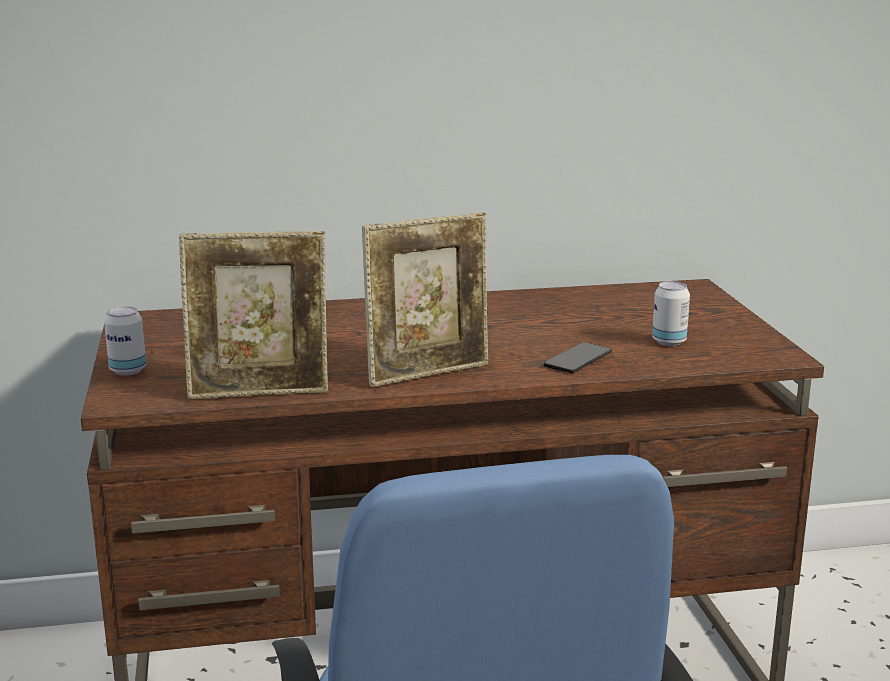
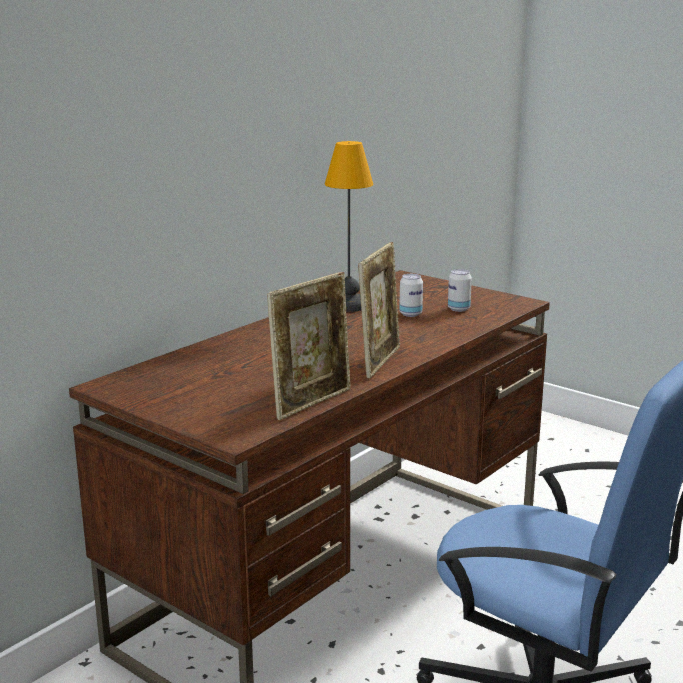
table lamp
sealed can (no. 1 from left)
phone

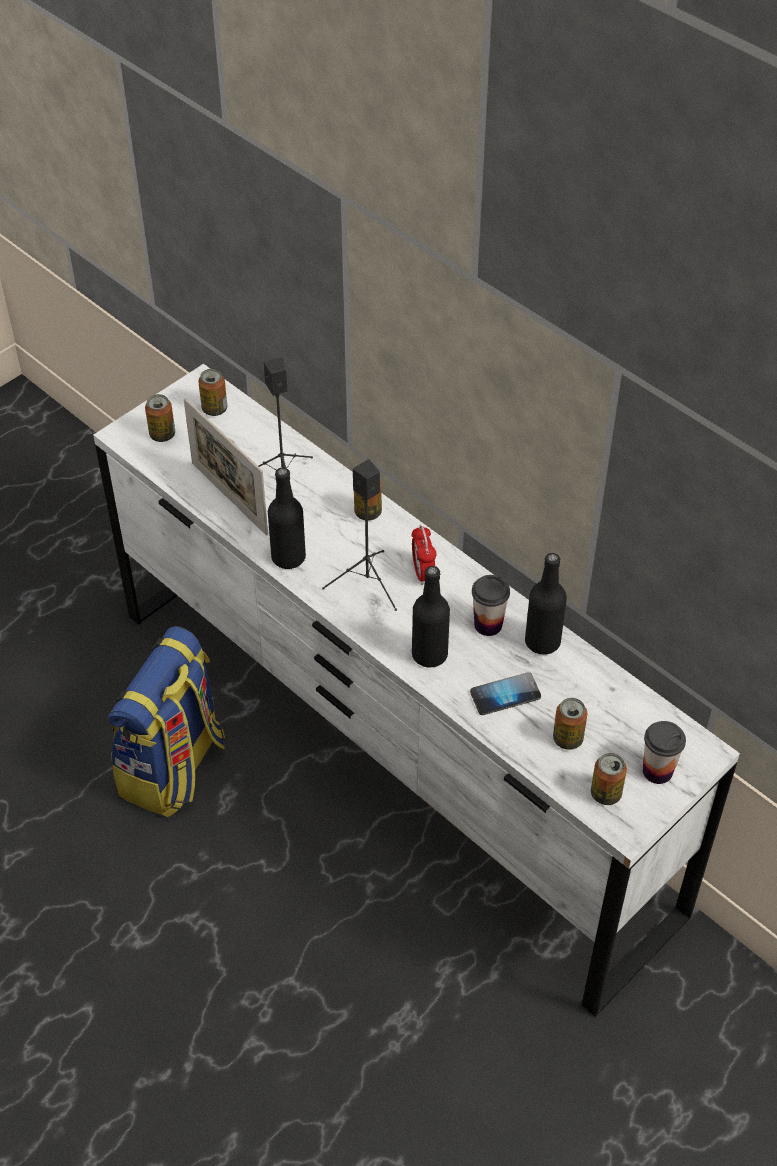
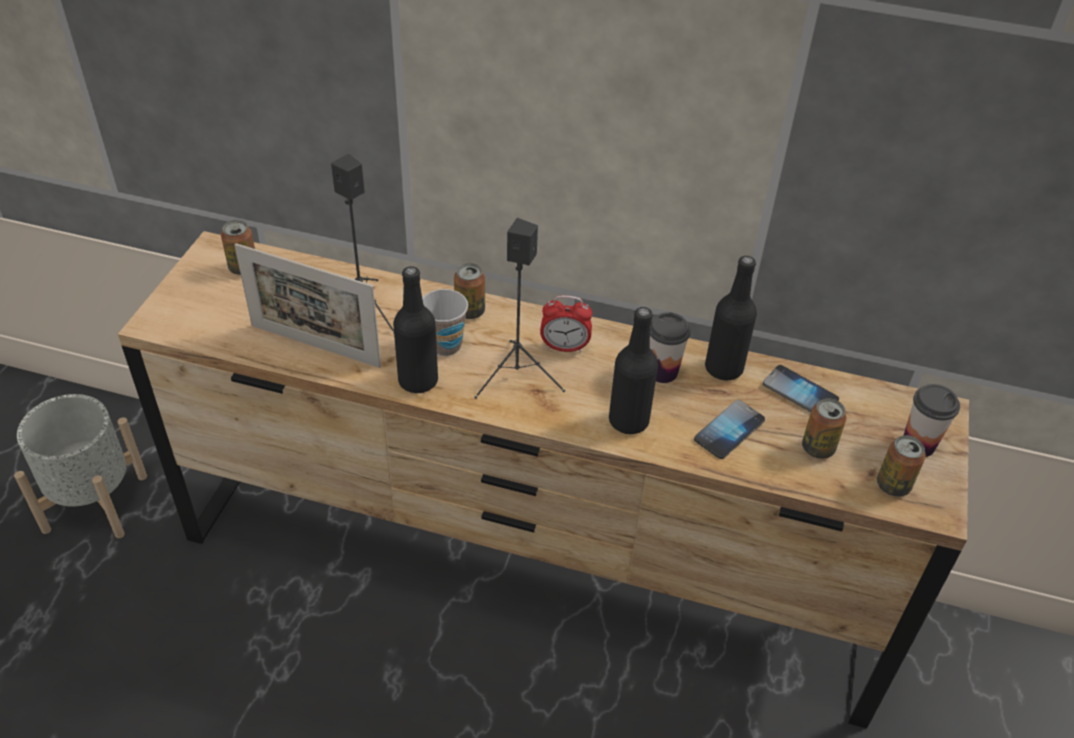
gray plant pot
brown-coloured chest of drawers
small cup (no. 1 from left)
table clock
phone (no. 2 from left)
knapsack
sealed can (no. 1 from left in the first image)

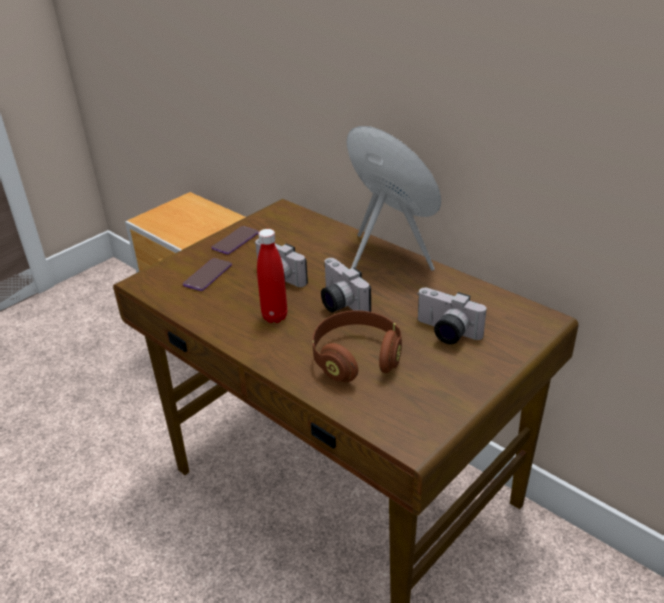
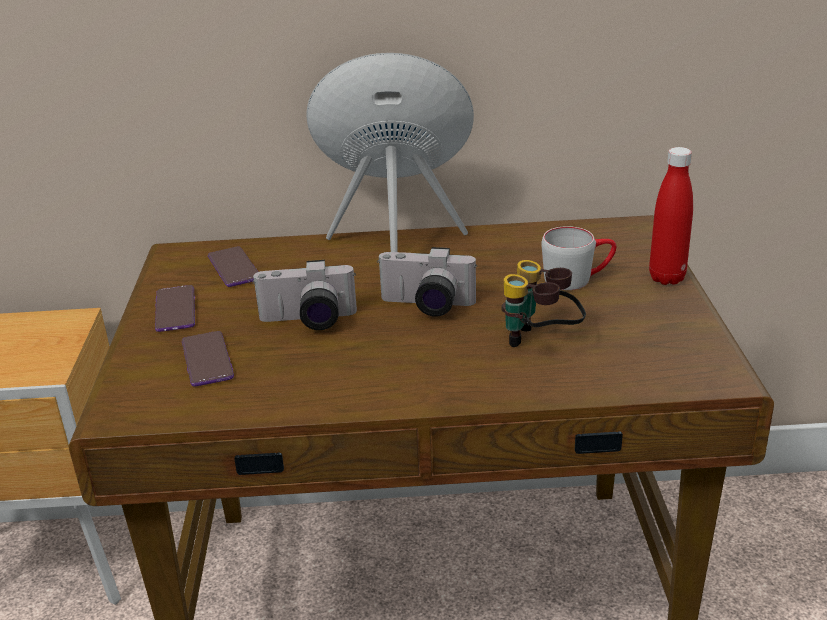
phone (no. 3 from left)
pair of binoculars
gray coffee mug
reddish drink bottle

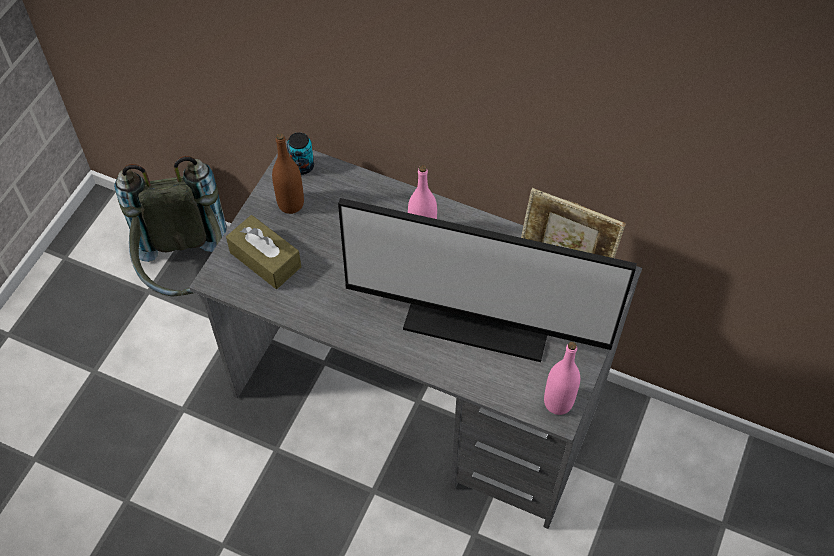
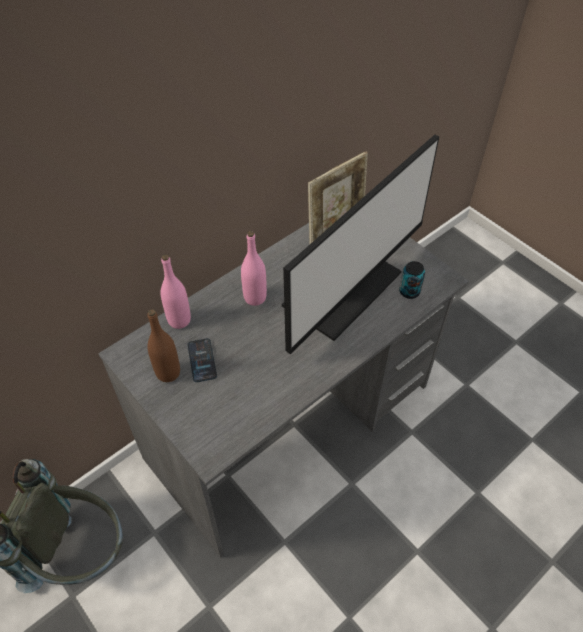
pink-coloured drink bottle (no. 1 from left)
phone
sealed can
brown-coloured tissue holder

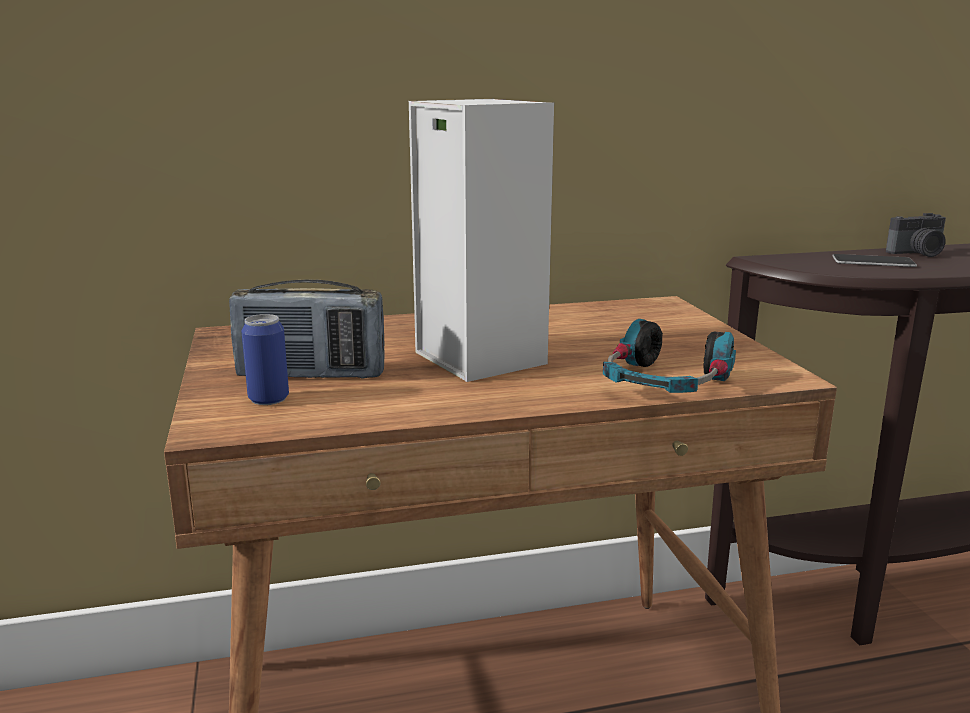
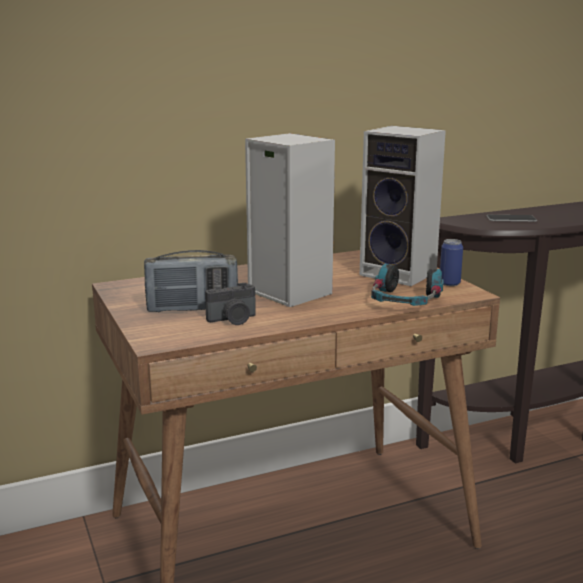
still camera
audio speaker (no. 2 from left)
sealed can

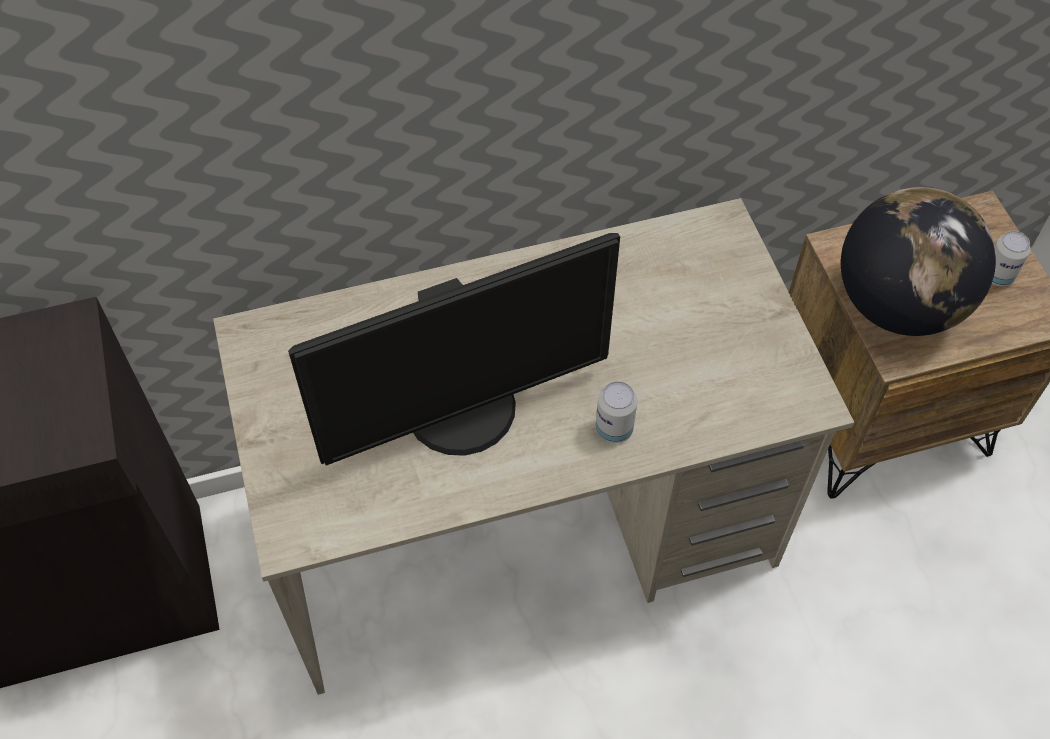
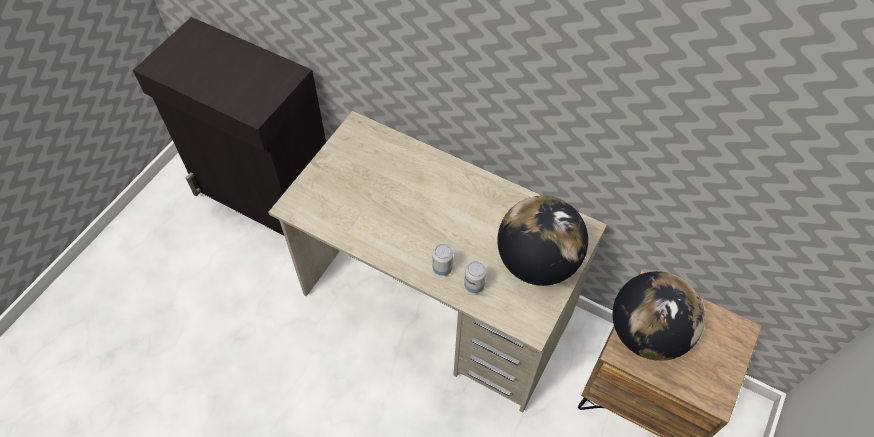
sealed can (no. 2 from left)
globe (no. 1 from left)
computer display

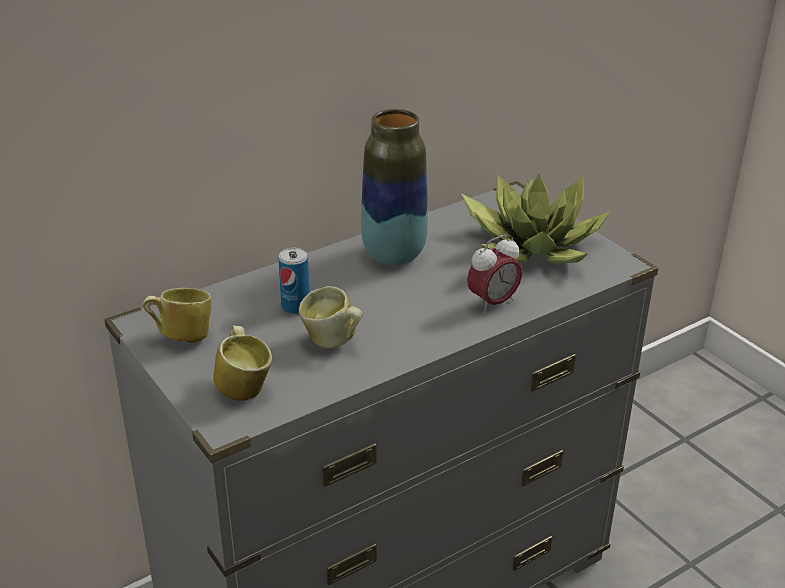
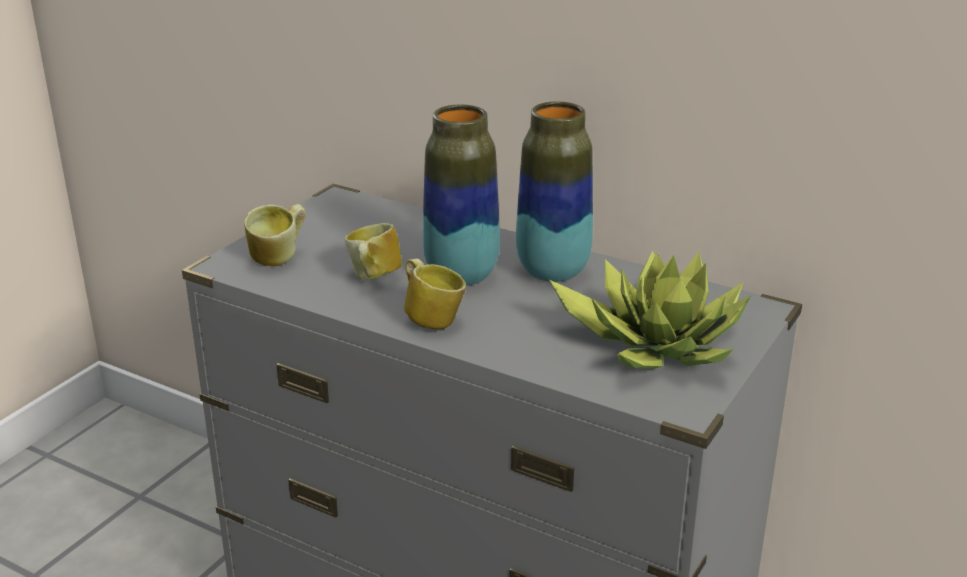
coffee mug (no. 3 from left)
flower vase (no. 1 from left)
sealed can
table clock

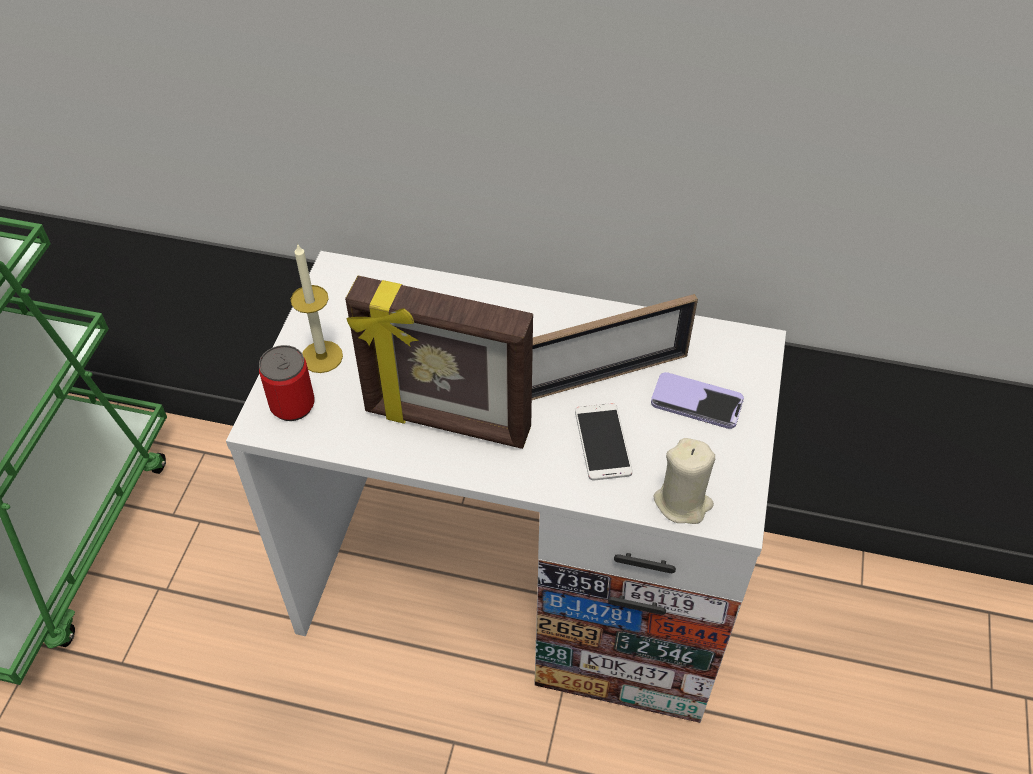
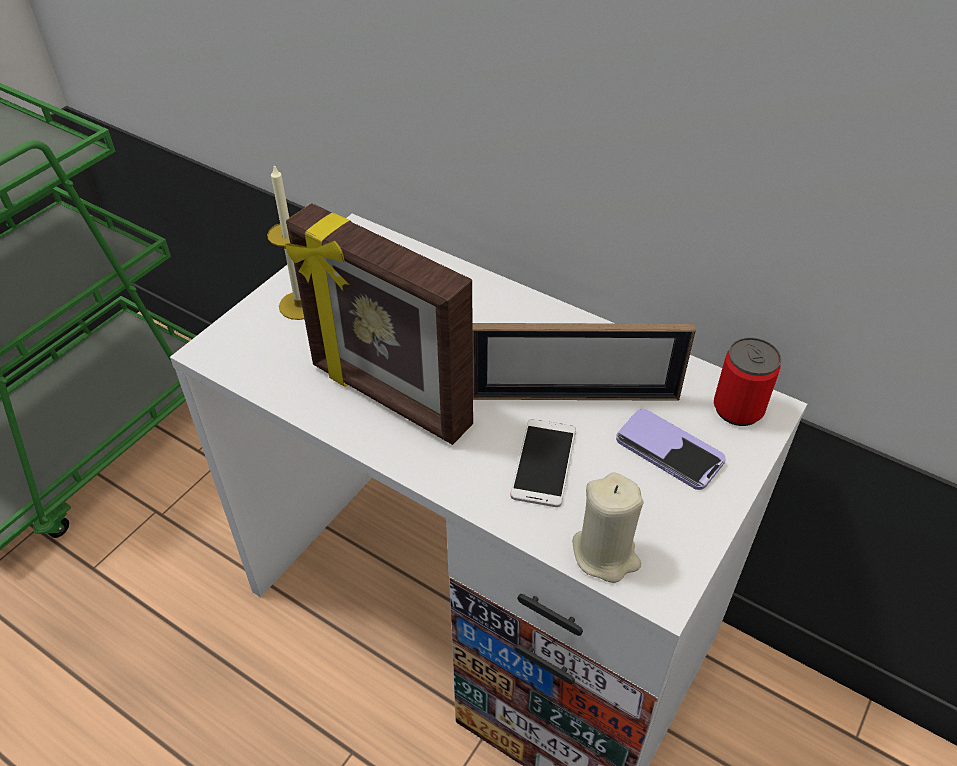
sealed can

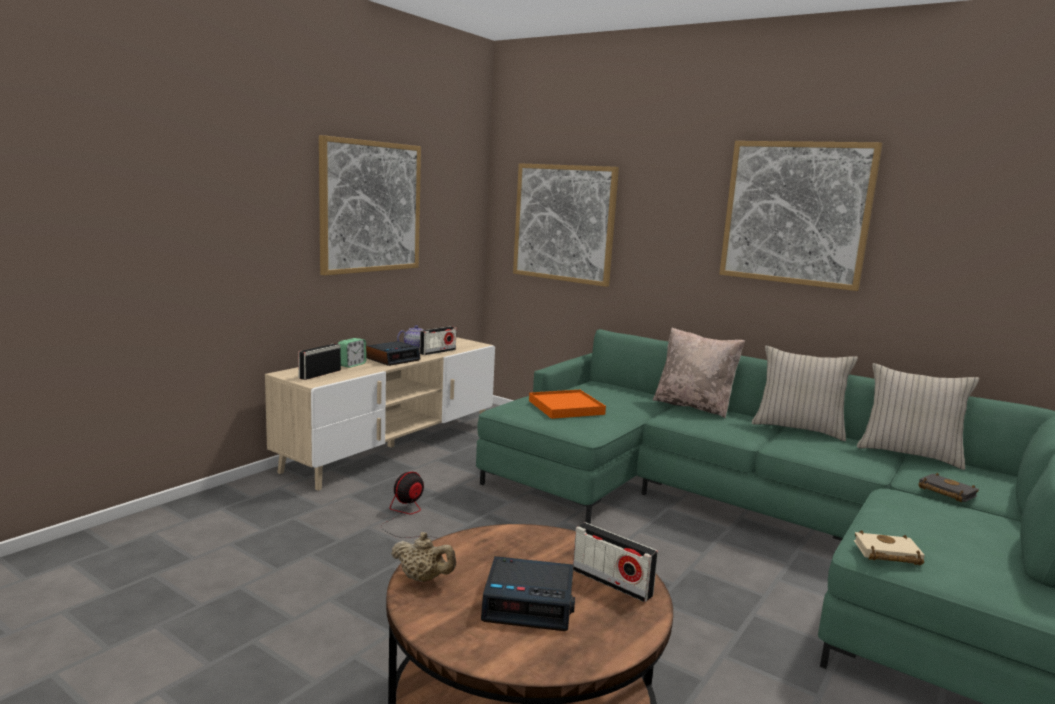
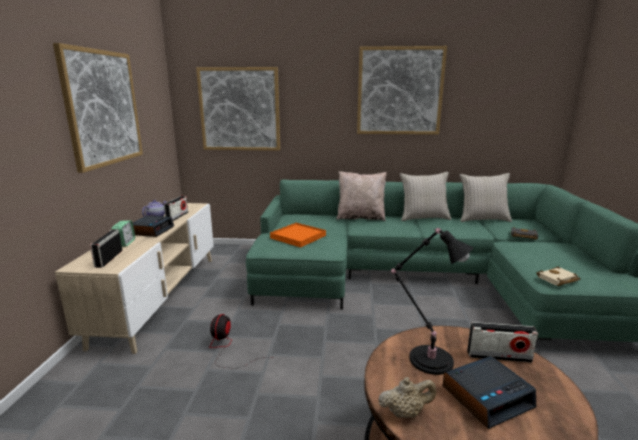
black-coloured table lamp

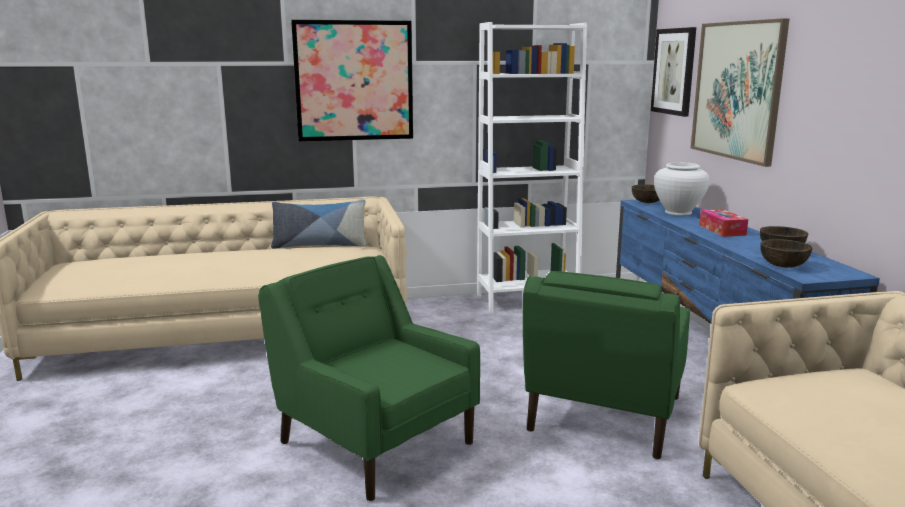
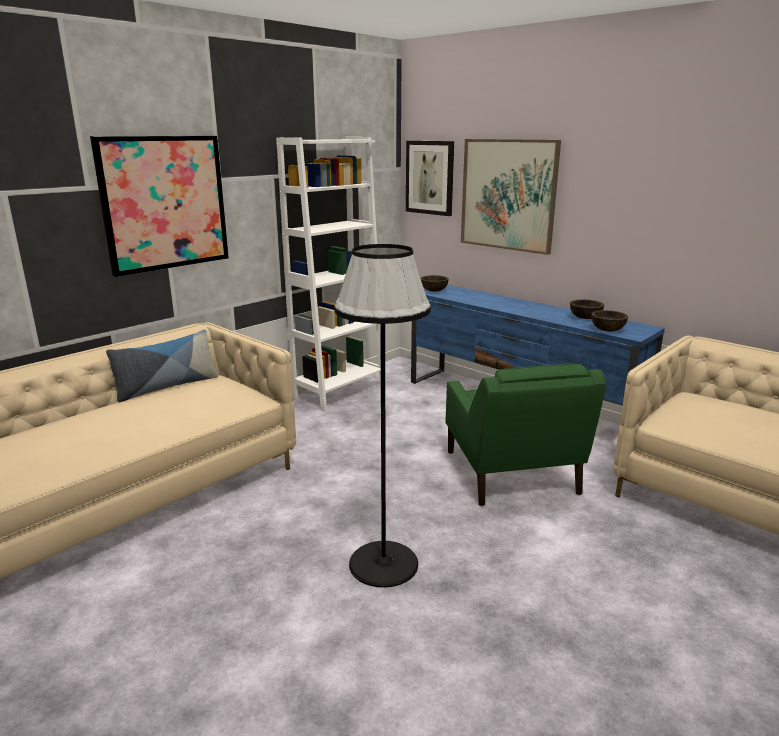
black-coloured standing lamp
white-coloured flower vase
tissue holder

